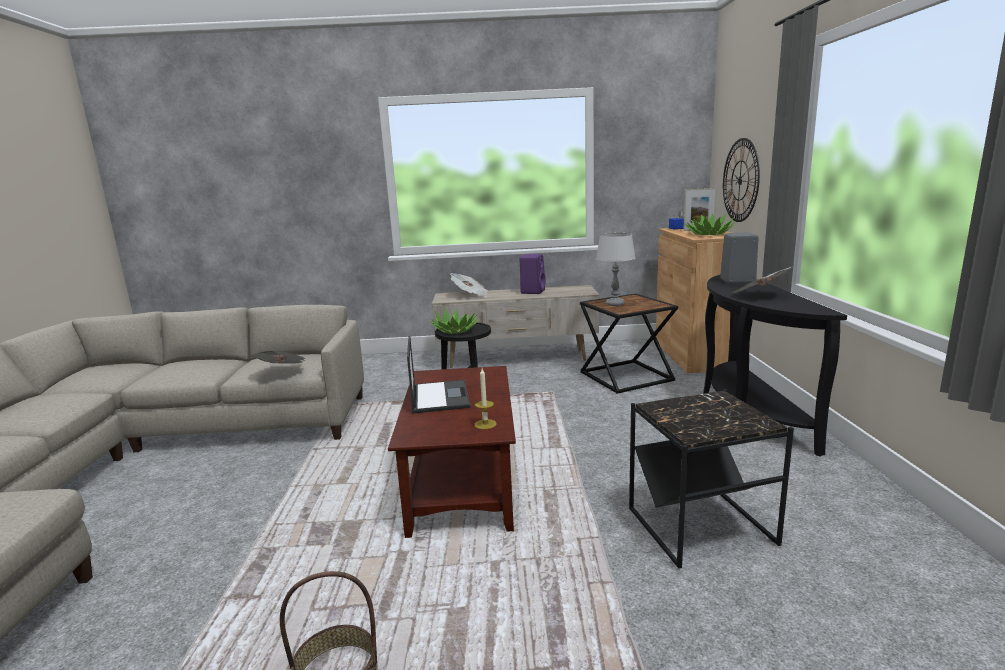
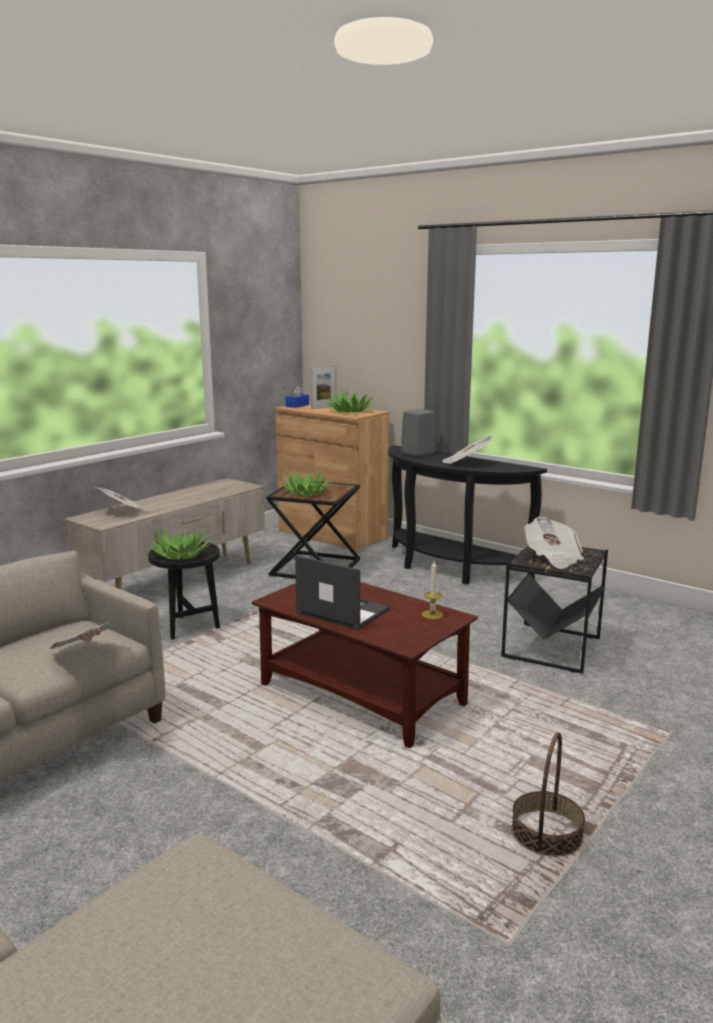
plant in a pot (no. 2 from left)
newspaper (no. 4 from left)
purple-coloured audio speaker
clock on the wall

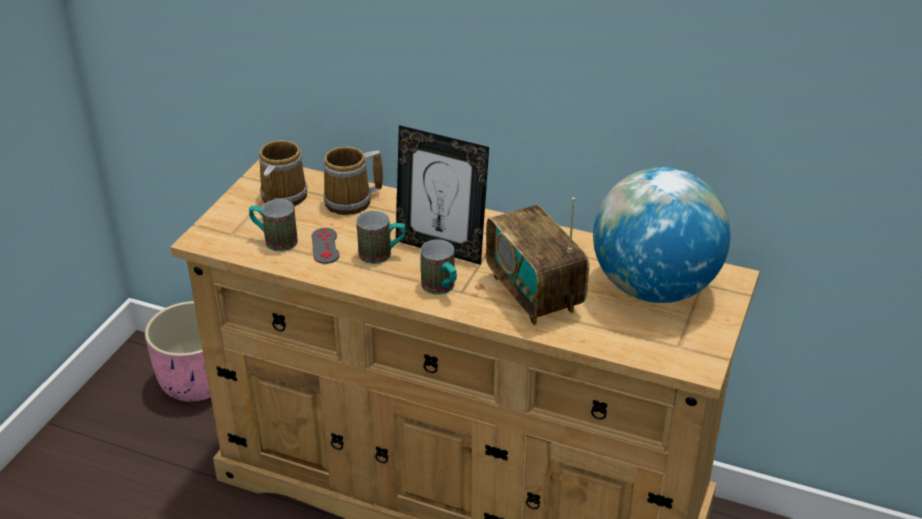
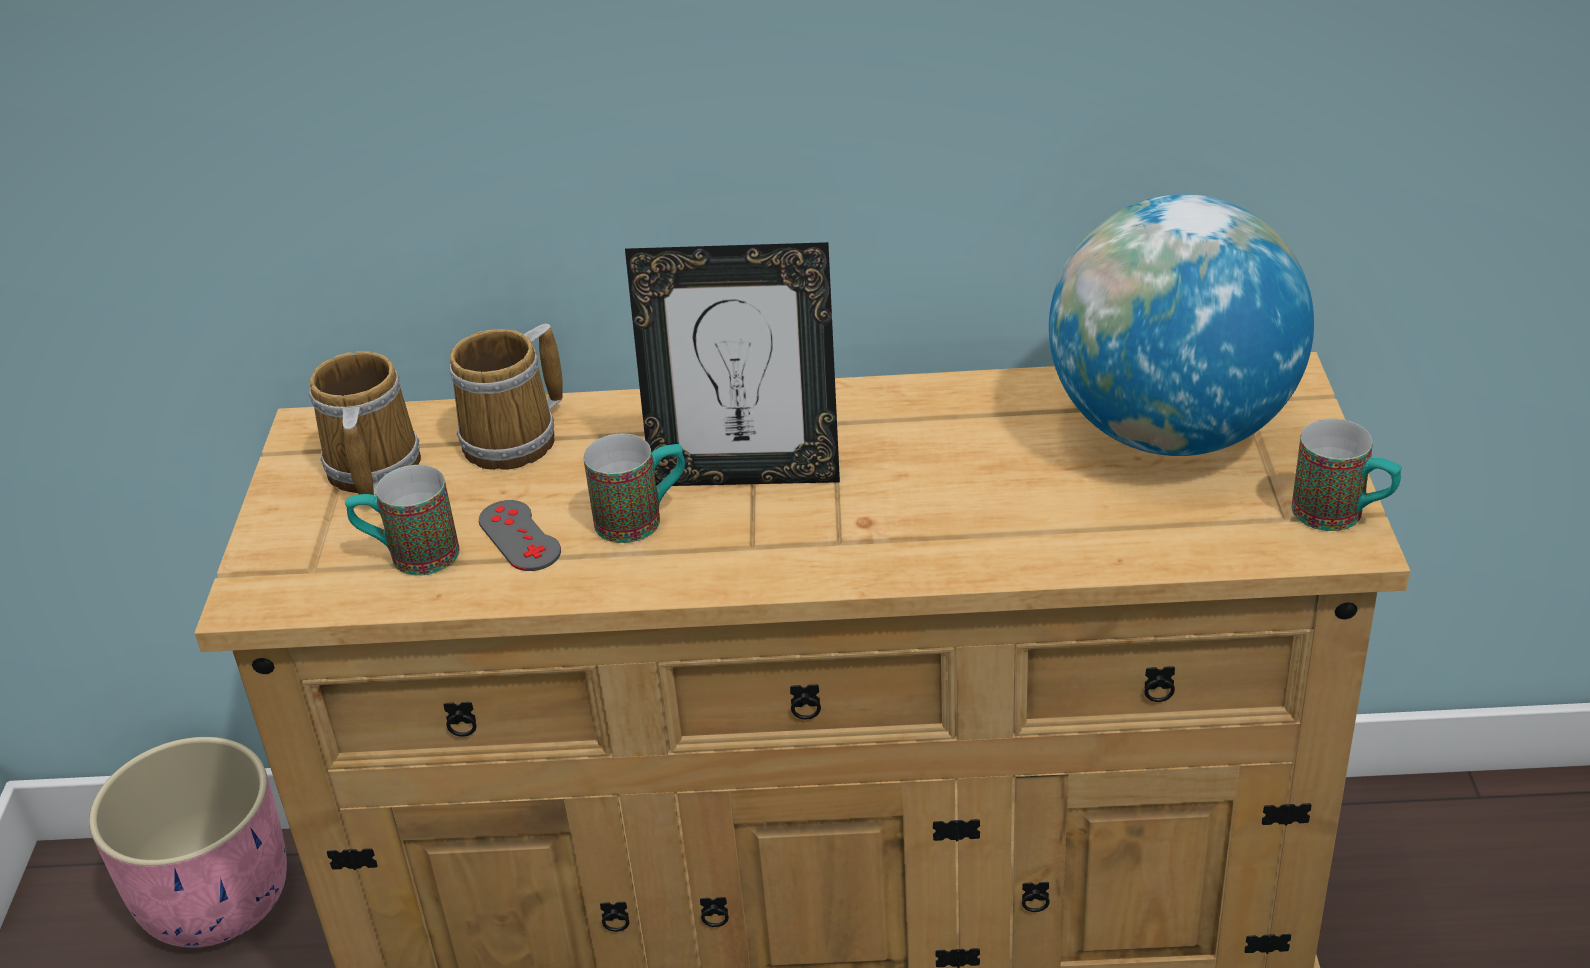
coffee mug (no. 5 from left)
radio set

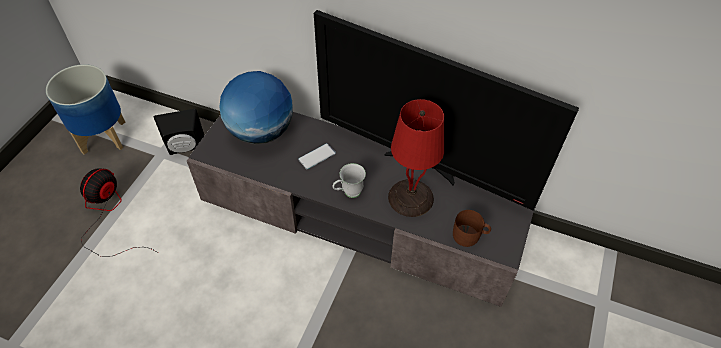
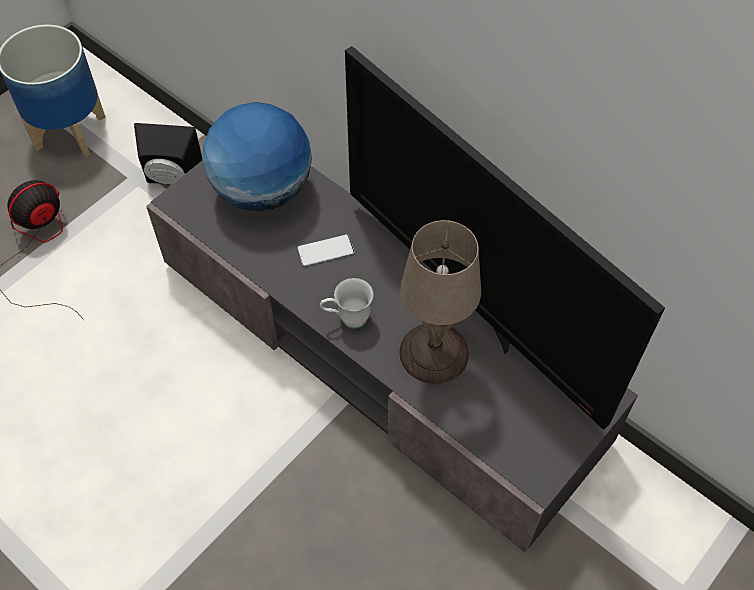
sand-coloured table lamp
brown-coloured coffee mug

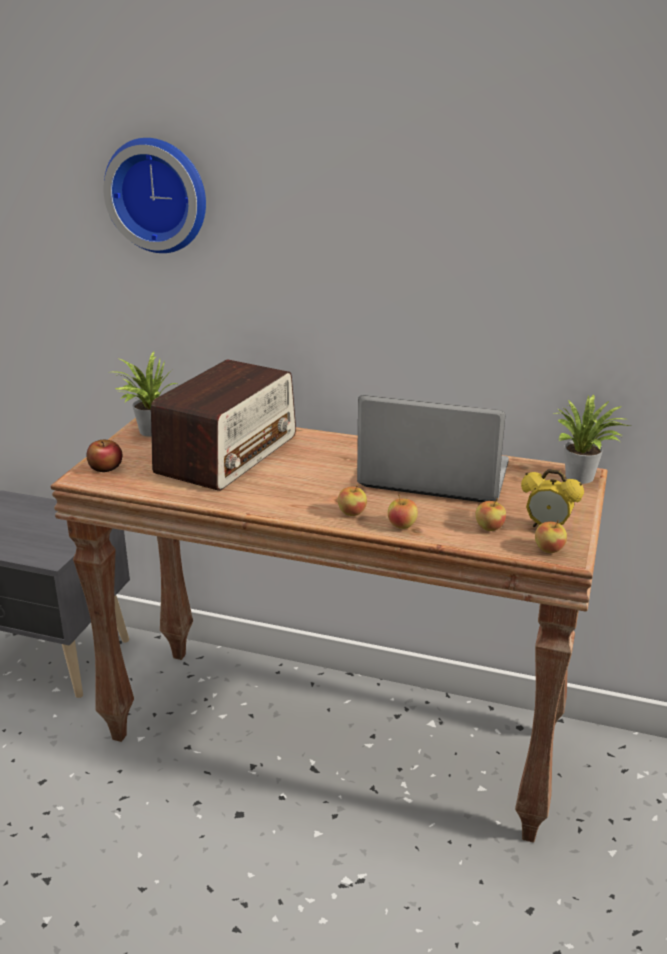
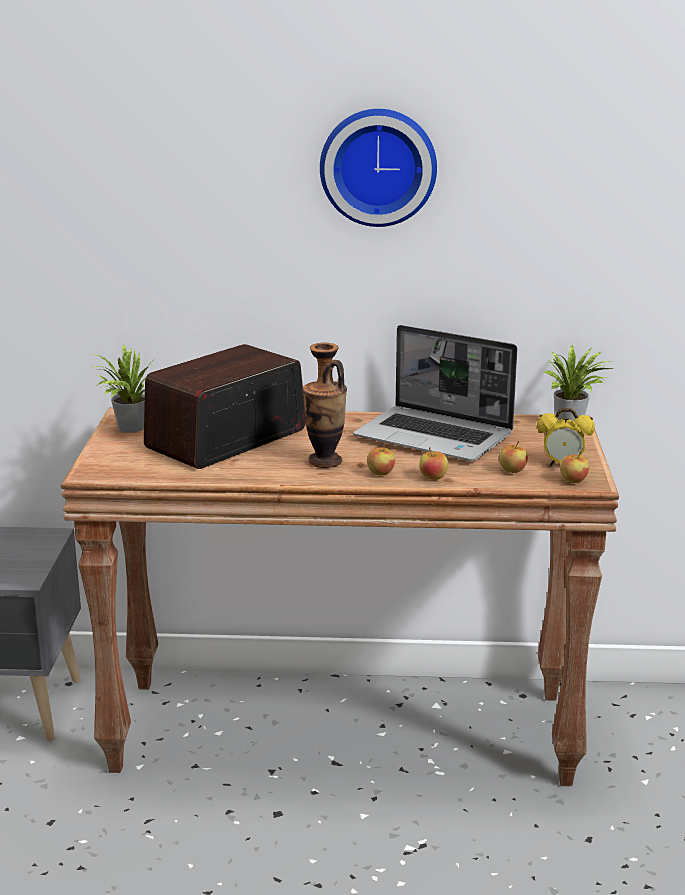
radio set
flower vase
clock on the wall
notebook computer
apple (no. 1 from left in the first image)

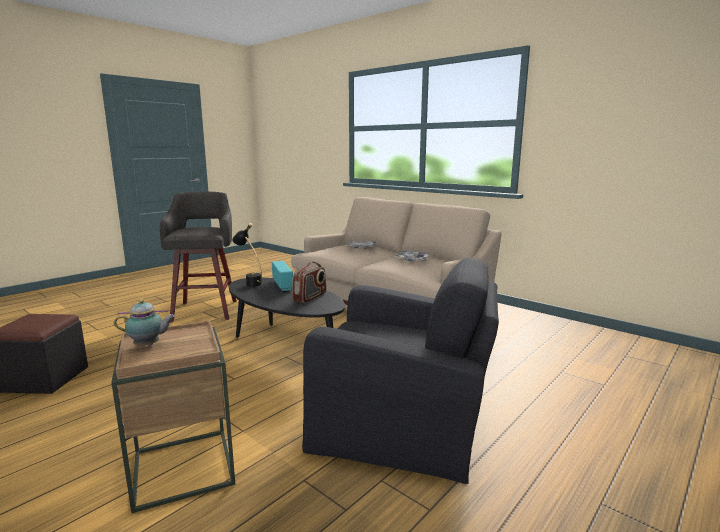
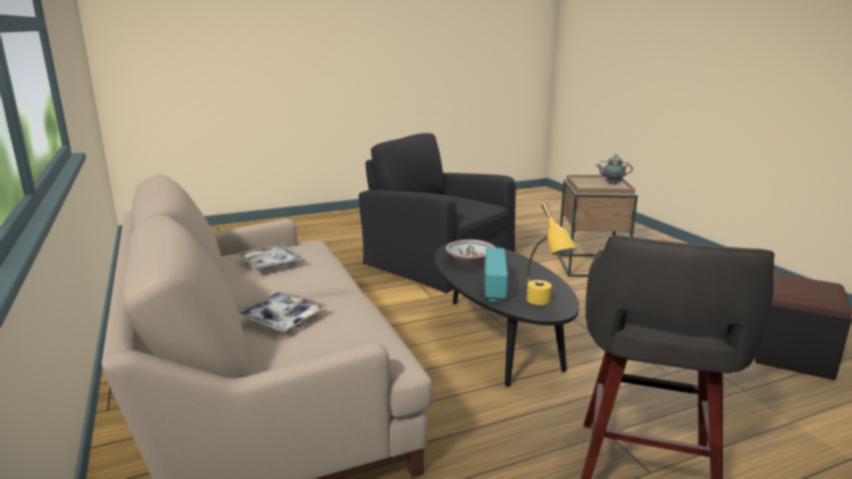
deep dish
yellow-coloured table lamp

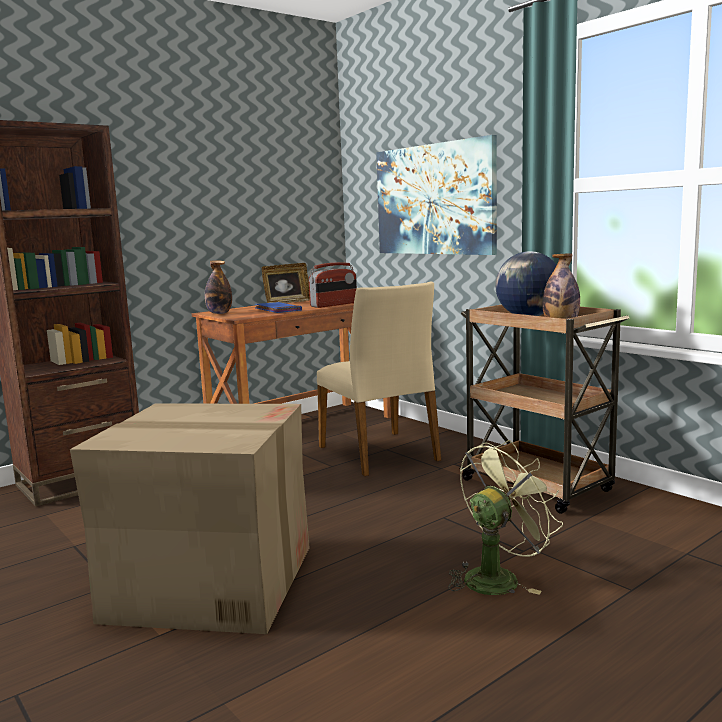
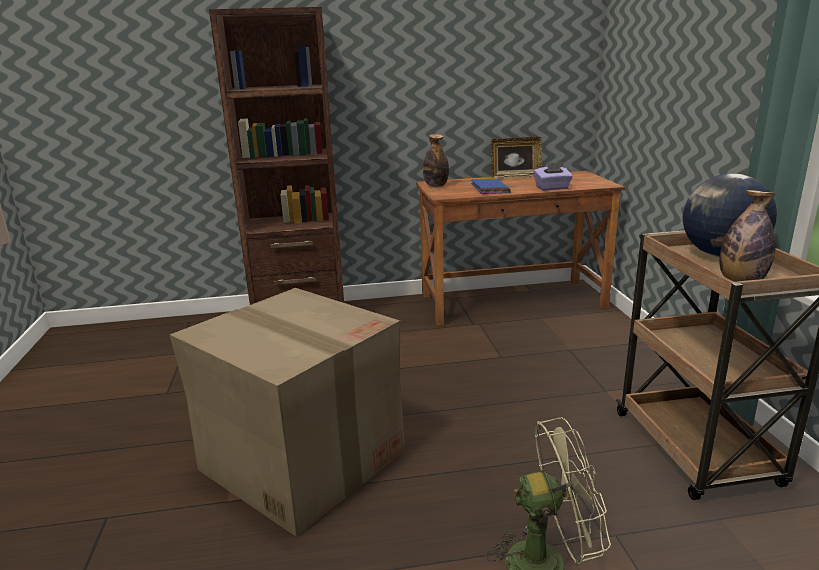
purple-coloured tissue holder
sand-coloured chair
wall picture

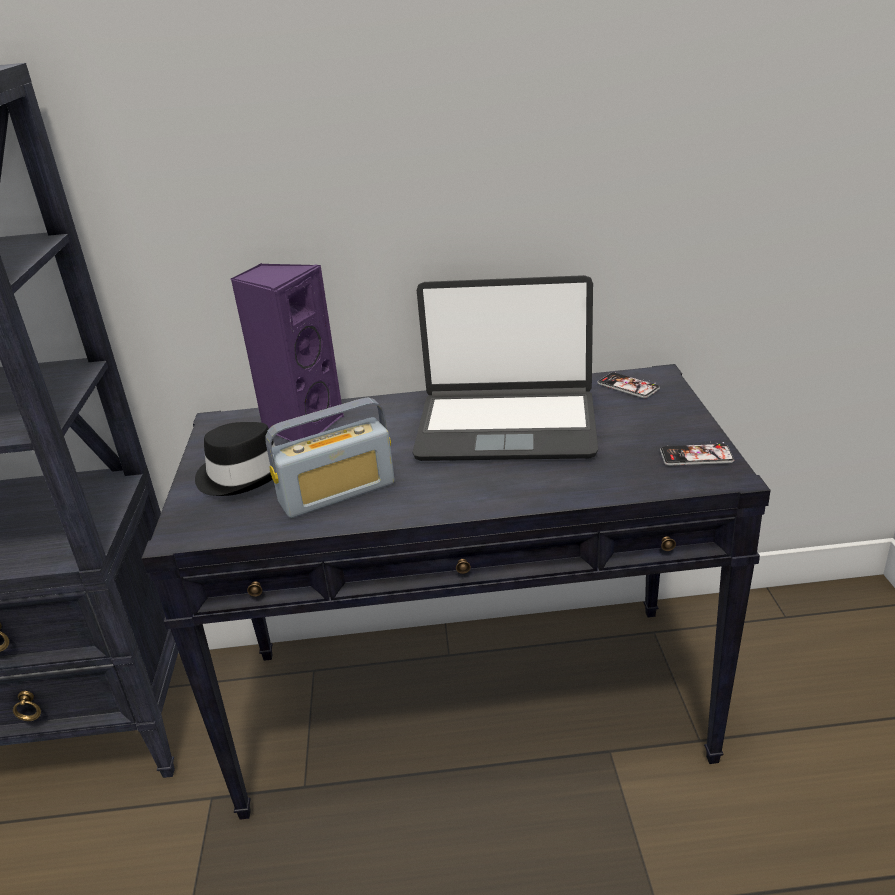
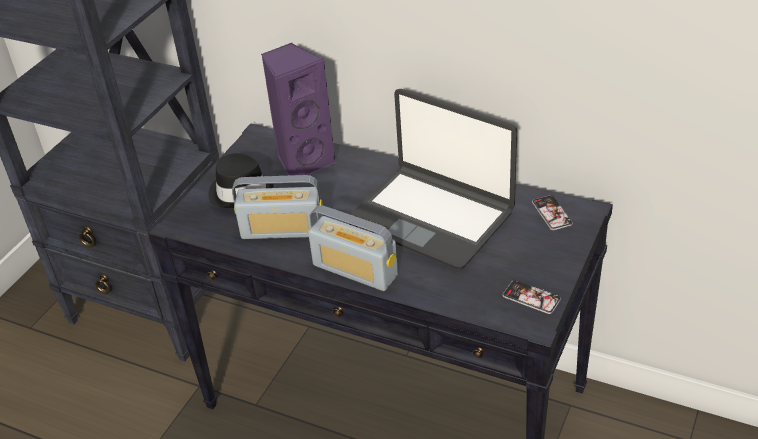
radio set (no. 2 from left)

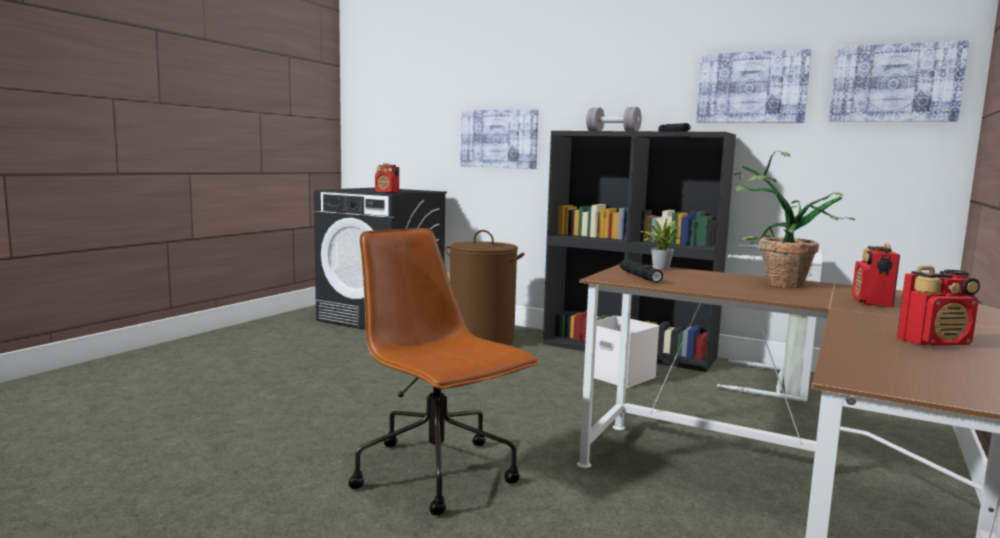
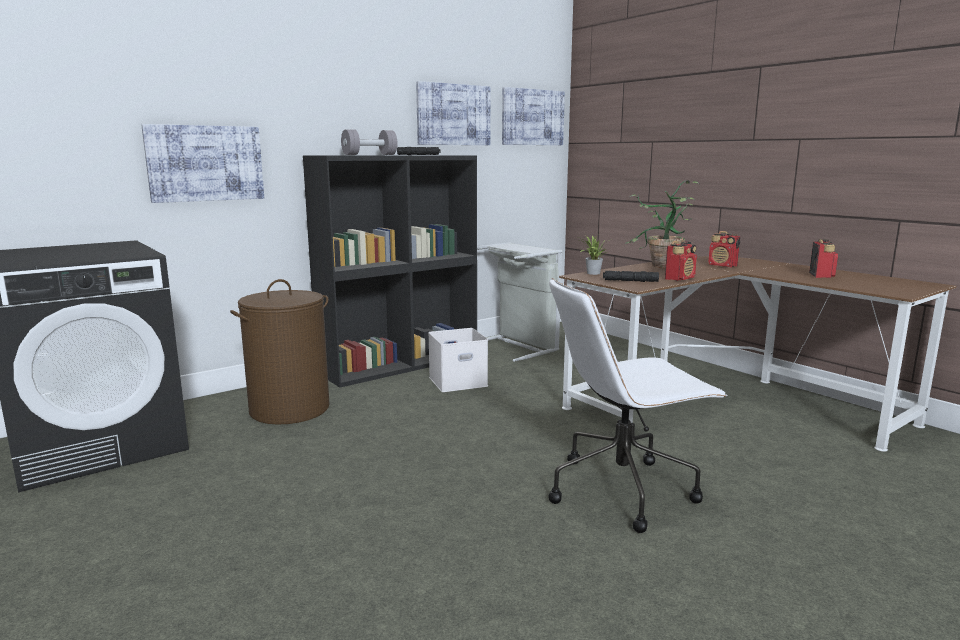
white-coloured computer chair
radio set (no. 1 from left)

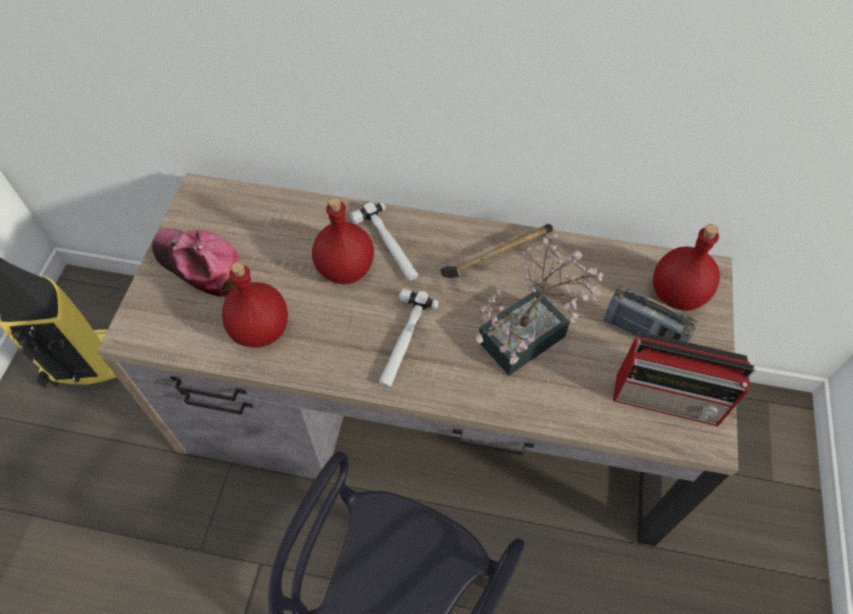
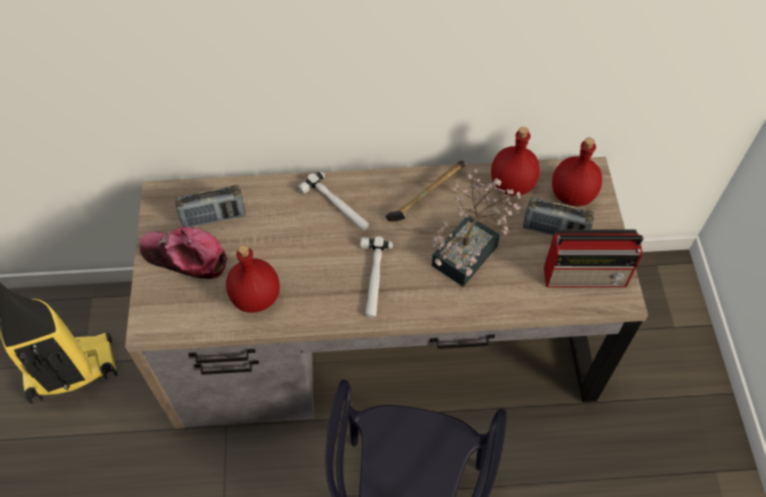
radio set (no. 1 from left)
reddish drink bottle (no. 2 from left)

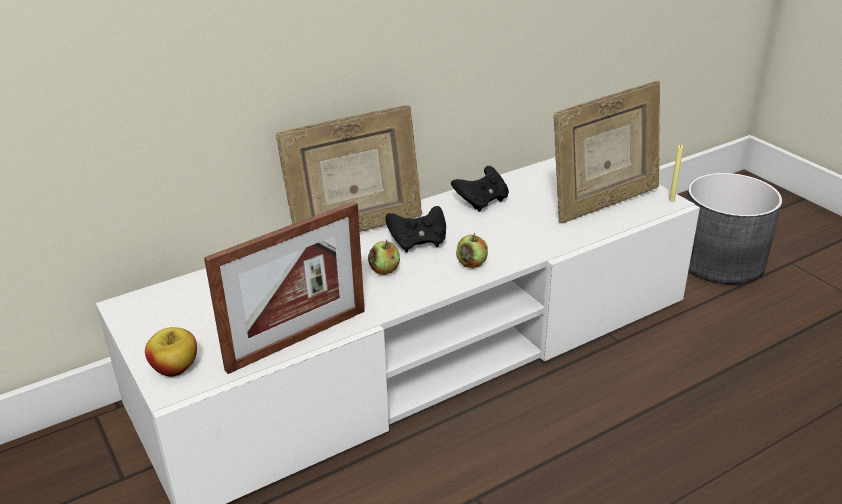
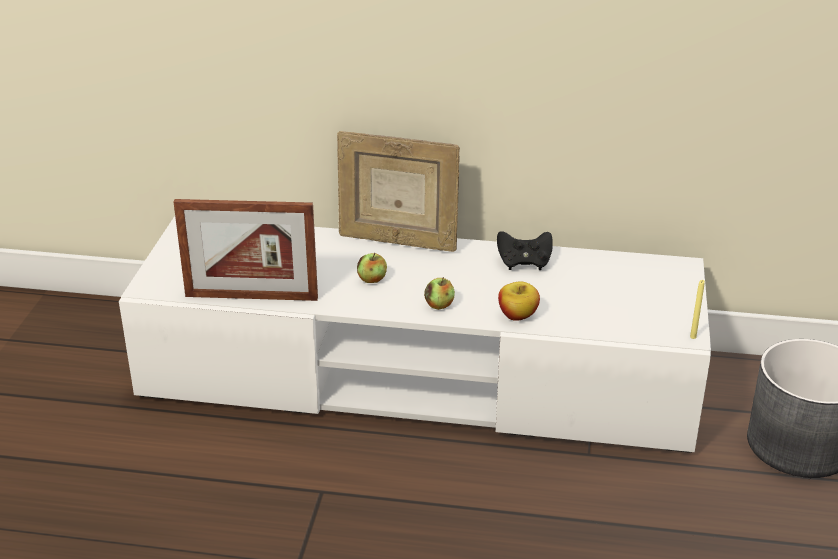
apple (no. 3 from left)
black-coloured game controller (no. 1 from left in the first image)
photo frame (no. 3 from left in the first image)

